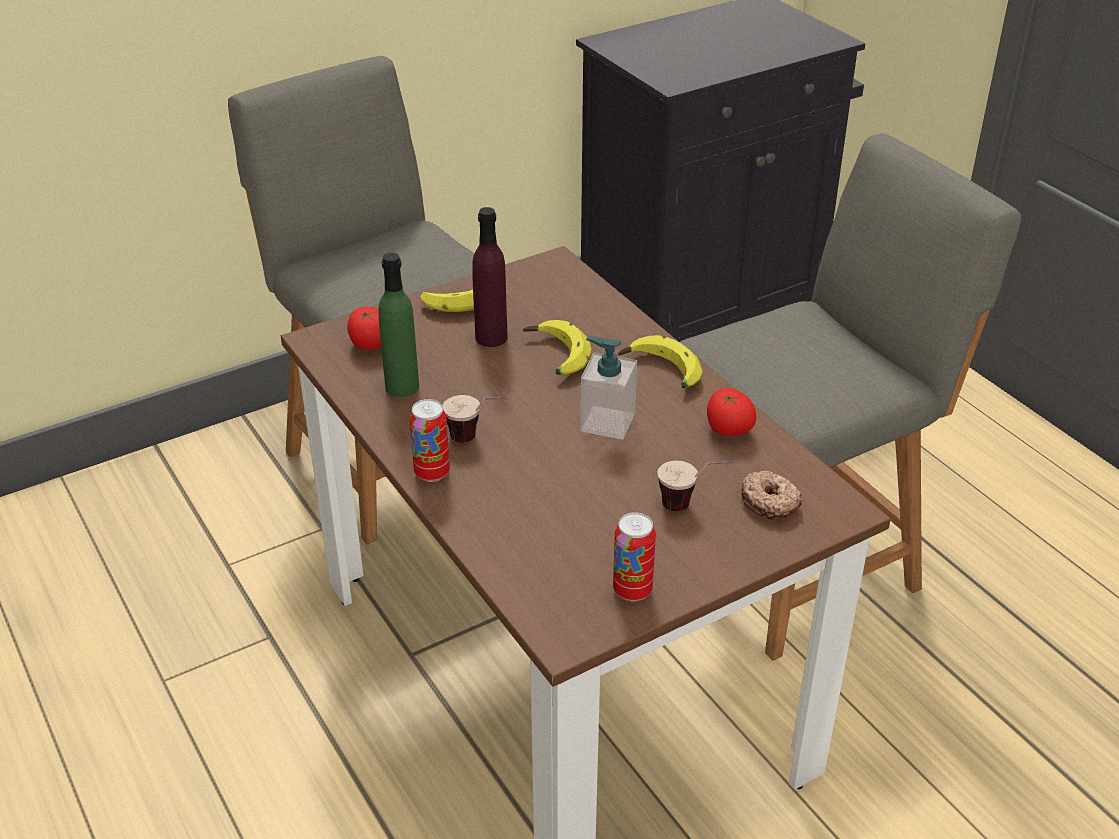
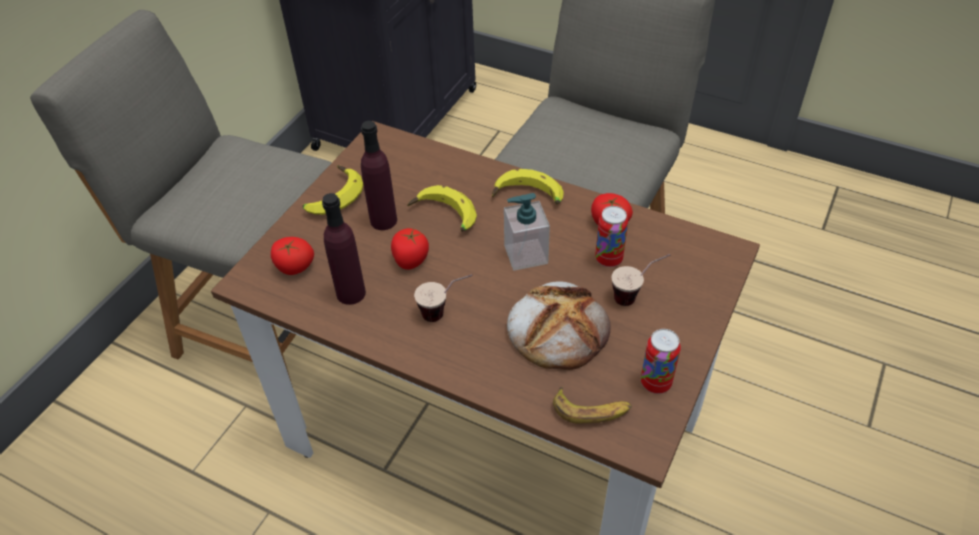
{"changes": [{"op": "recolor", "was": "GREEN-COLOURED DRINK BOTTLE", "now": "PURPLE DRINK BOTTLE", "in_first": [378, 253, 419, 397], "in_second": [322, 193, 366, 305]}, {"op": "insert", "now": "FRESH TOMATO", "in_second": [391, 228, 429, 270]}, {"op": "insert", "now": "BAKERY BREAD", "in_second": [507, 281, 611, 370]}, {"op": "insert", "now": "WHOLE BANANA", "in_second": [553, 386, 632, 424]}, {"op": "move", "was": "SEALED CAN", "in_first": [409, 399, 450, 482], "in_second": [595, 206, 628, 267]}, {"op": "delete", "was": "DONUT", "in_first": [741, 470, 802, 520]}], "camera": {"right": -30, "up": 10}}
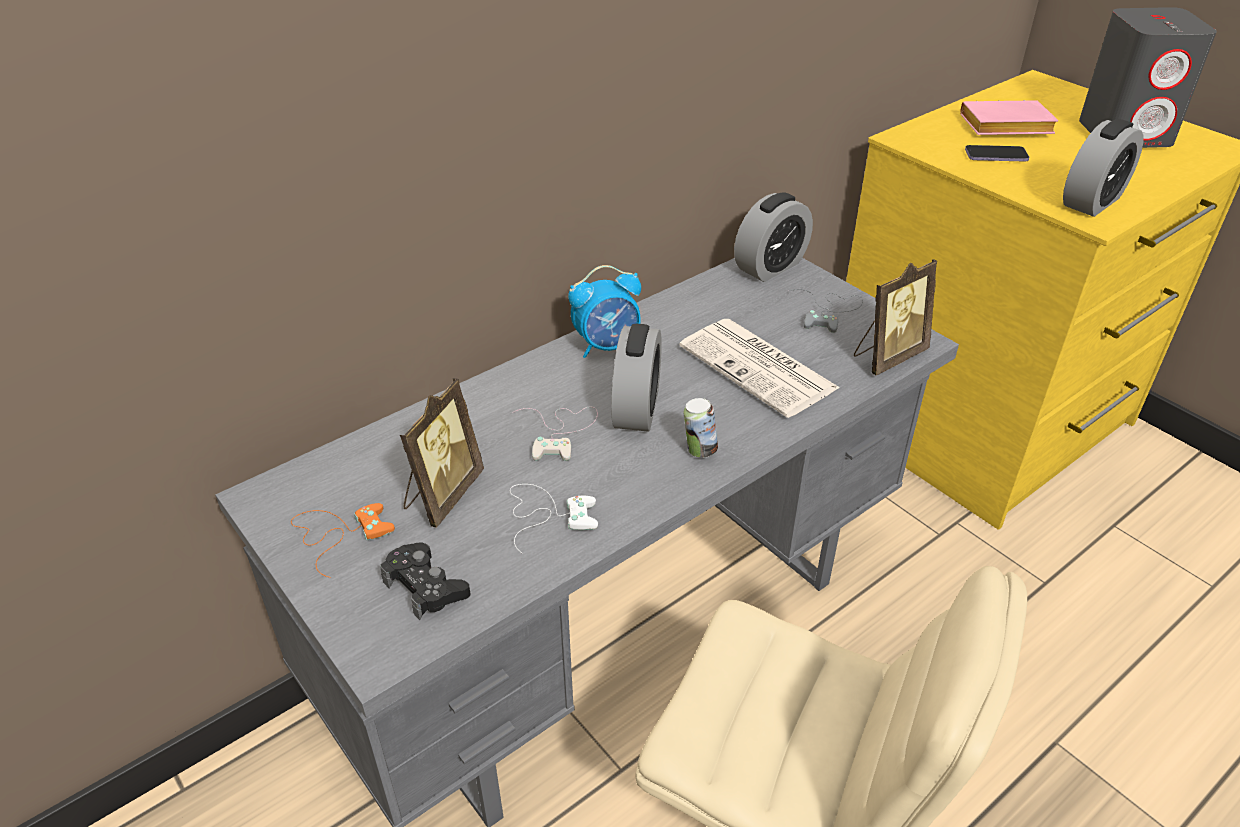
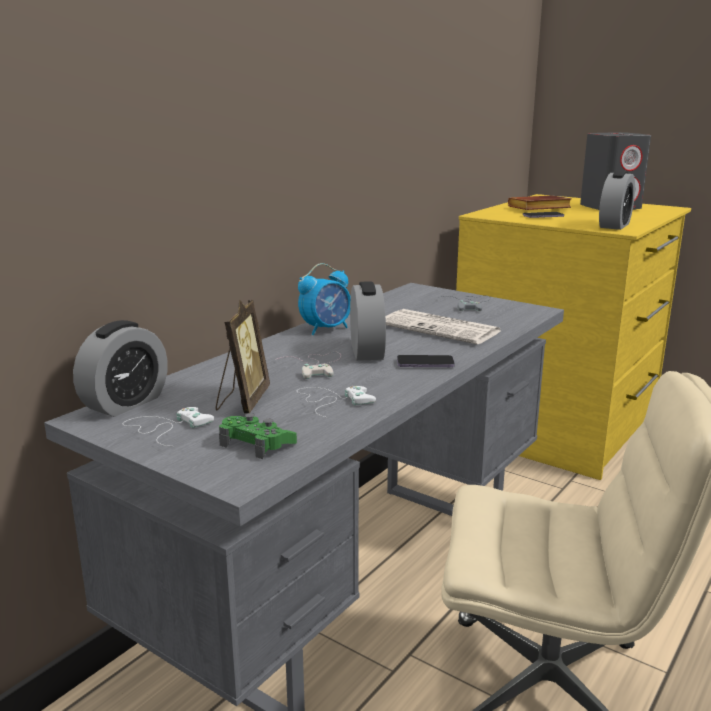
{"changes": [{"op": "move", "was": "BEDSIDE CLOCK", "in_first": [734, 192, 813, 282], "in_second": [73, 320, 168, 417]}, {"op": "recolor", "was": "ORANGE GAMEPAD", "now": "WHITE GAMEPAD", "in_first": [291, 503, 395, 578], "in_second": [123, 407, 214, 446]}, {"op": "recolor", "was": "BLACKISH GAMEPAD", "now": "GREEN-COLOURED GAMEPAD", "in_first": [380, 543, 470, 620], "in_second": [219, 413, 297, 459]}, {"op": "replace", "was": "SEALED CAN", "now": "TELEPHONE", "in_first": [683, 398, 718, 458], "in_second": [397, 355, 455, 367]}, {"op": "recolor", "was": "PINK-COLOURED BOUND BOOK", "now": "BROWN-COLOURED BOUND BOOK", "in_first": [960, 100, 1058, 135], "in_second": [508, 195, 572, 210]}, {"op": "delete", "was": "STANDING FRAME", "in_first": [854, 259, 937, 375]}], "camera": {"right": -15, "up": -20}}
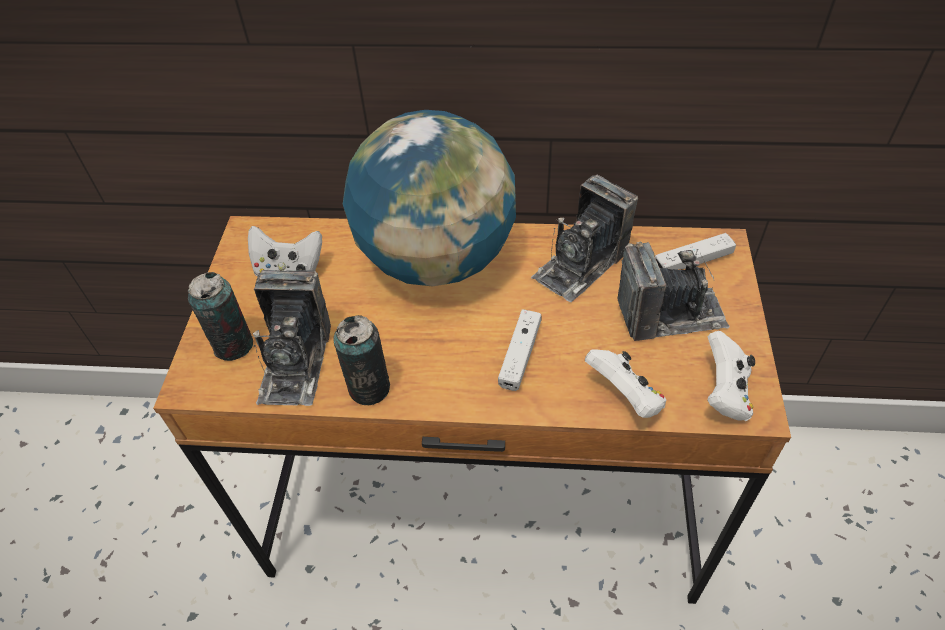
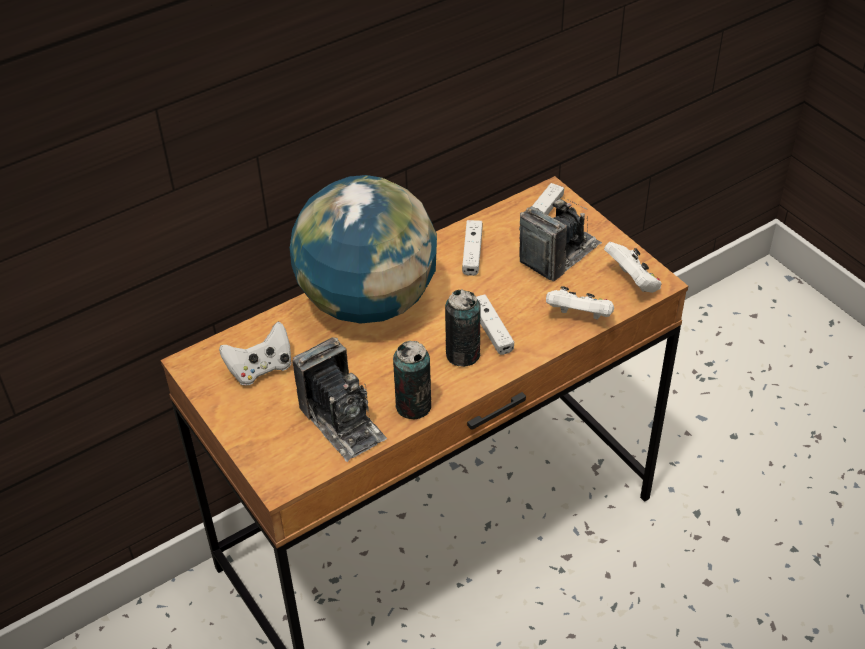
{"changes": [{"op": "move", "was": "SEALED CAN", "in_first": [188, 272, 253, 361], "in_second": [445, 289, 481, 367]}, {"op": "replace", "was": "PHOTO CAMERA", "now": "WHITE GAMEPAD", "in_first": [531, 175, 638, 302], "in_second": [462, 220, 483, 276]}], "camera": {"right": -40, "up": -5}}
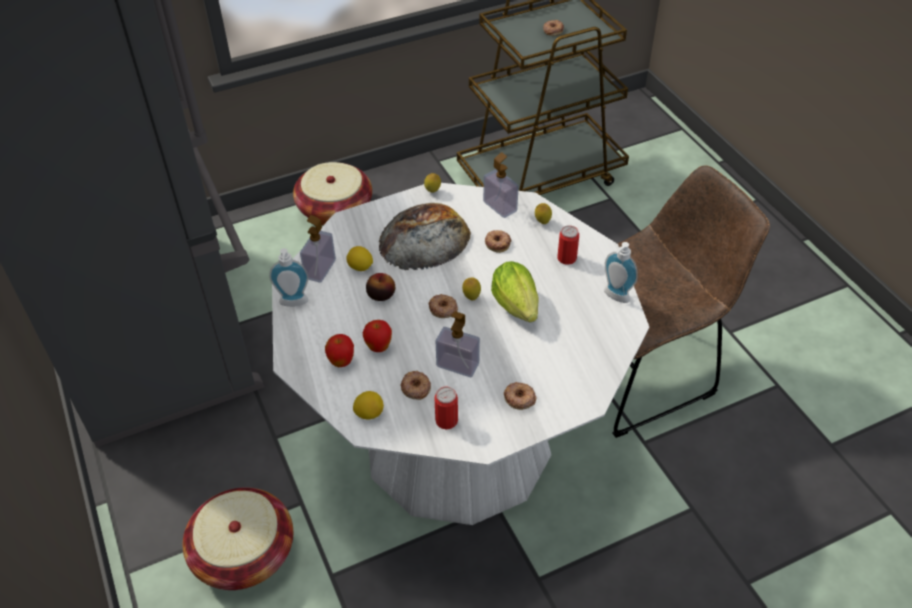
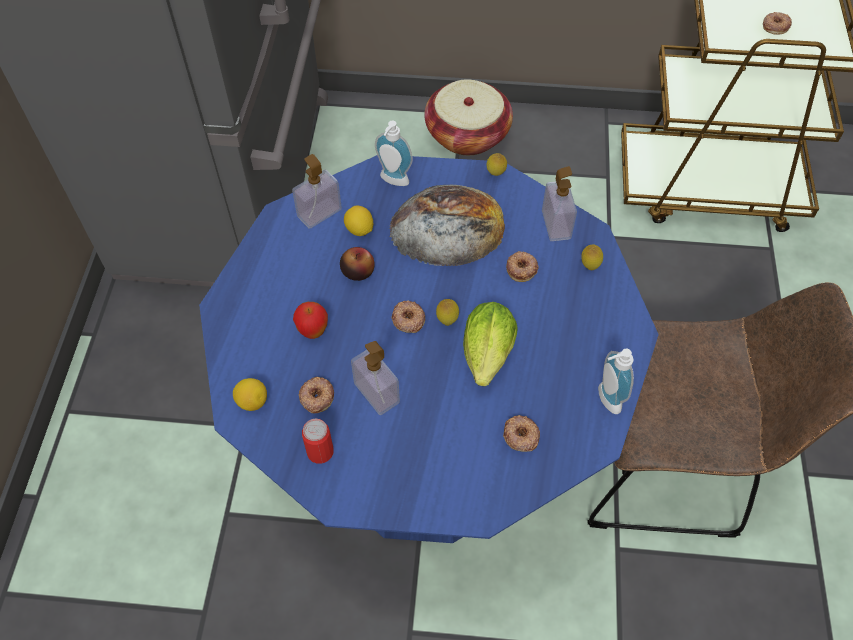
{"changes": [{"op": "recolor", "was": "WHITE DINNER TABLE", "now": "BLUISH DINNER TABLE", "in_first": [272, 183, 649, 525], "in_second": [199, 155, 659, 543]}, {"op": "move", "was": "LIQUID SOAP BOTTLE", "in_first": [269, 248, 309, 307], "in_second": [375, 121, 413, 186]}, {"op": "move", "was": "DONUT", "in_first": [504, 382, 537, 410], "in_second": [503, 415, 540, 452]}, {"op": "delete", "was": "BASKET", "in_first": [183, 487, 293, 590]}, {"op": "delete", "was": "APPLE", "in_first": [325, 334, 354, 367]}, {"op": "delete", "was": "SEALED CAN", "in_first": [557, 225, 579, 265]}], "camera": {"right": 30, "up": 10}}
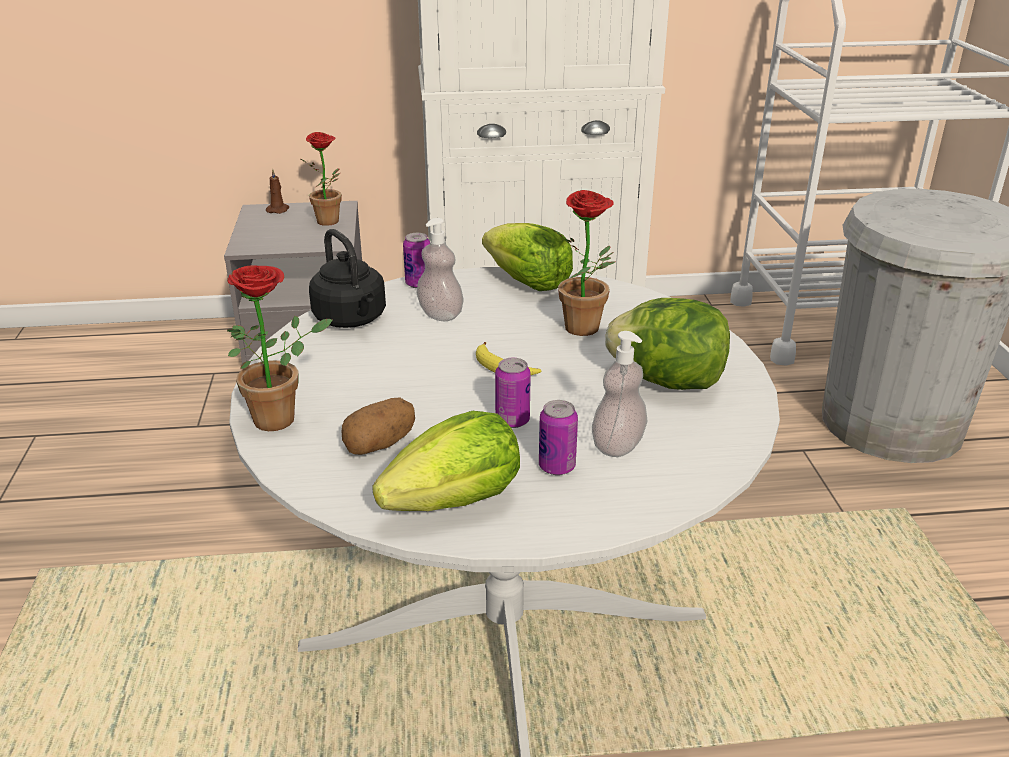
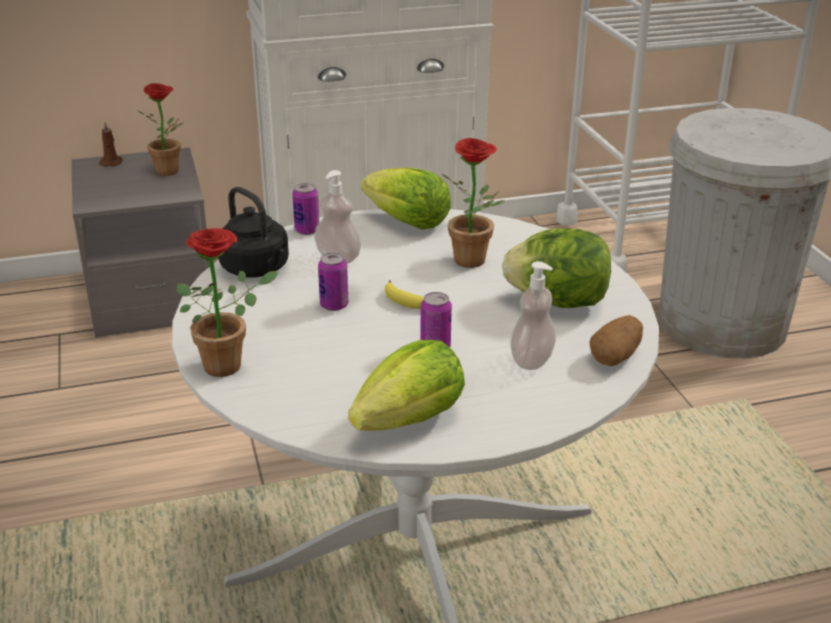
{"changes": [{"op": "move", "was": "SEALED CAN", "in_first": [539, 400, 578, 475], "in_second": [318, 253, 348, 311]}, {"op": "move", "was": "SPUD", "in_first": [342, 397, 415, 455], "in_second": [589, 315, 643, 366]}], "camera": {"right": -10, "up": 0}}
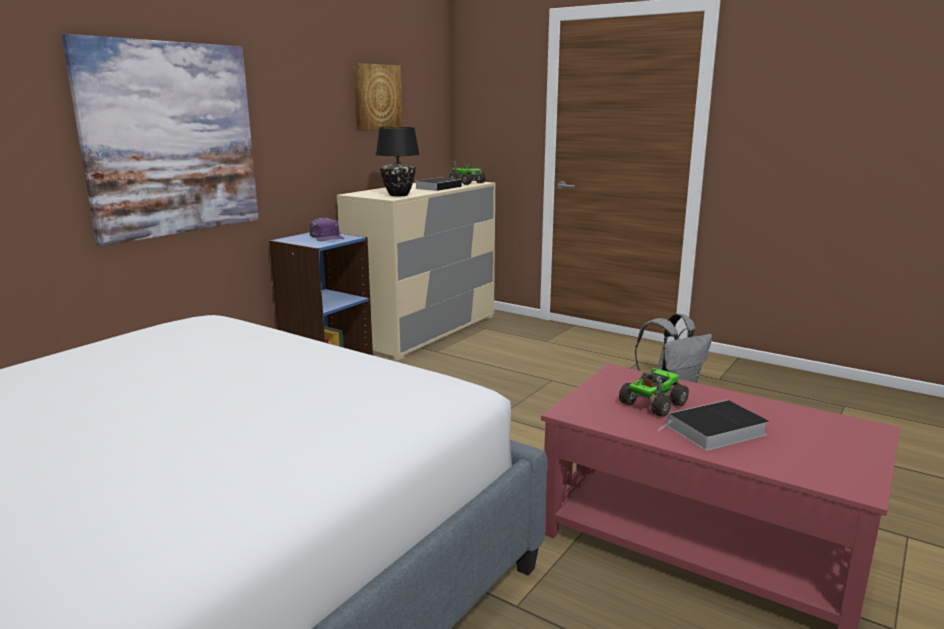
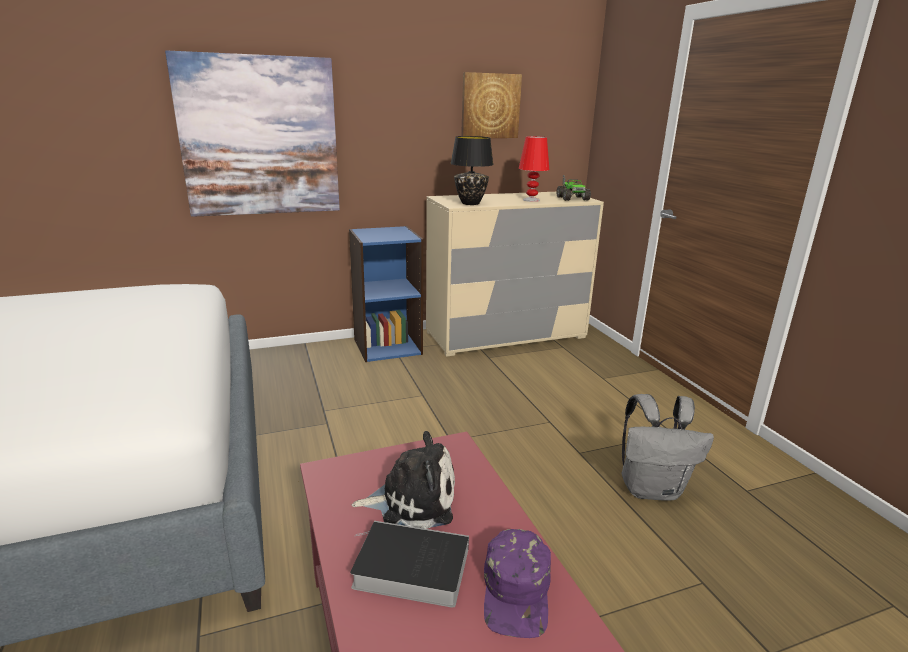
{"changes": [{"op": "replace", "was": "TOY LORRY", "now": "CUDDLY TOY", "in_first": [619, 368, 689, 417], "in_second": [352, 431, 455, 529]}, {"op": "move", "was": "PURPLE PEAKED CAP", "in_first": [309, 218, 345, 241], "in_second": [484, 529, 551, 638]}, {"op": "replace", "was": "BOUND BOOK", "now": "RED-COLOURED TABLE LAMP", "in_first": [415, 178, 462, 191], "in_second": [519, 136, 549, 202]}], "camera": {"right": 35, "up": 5}}
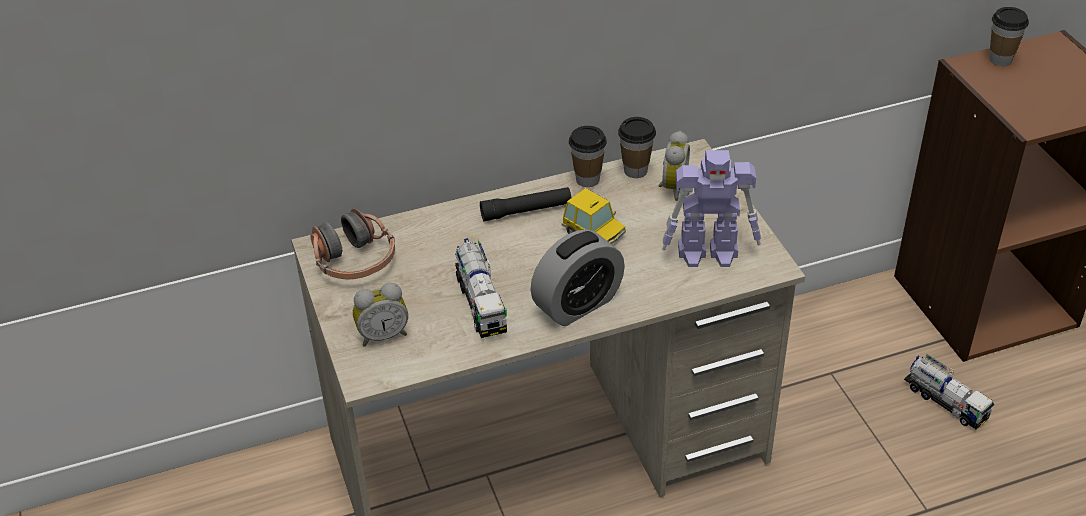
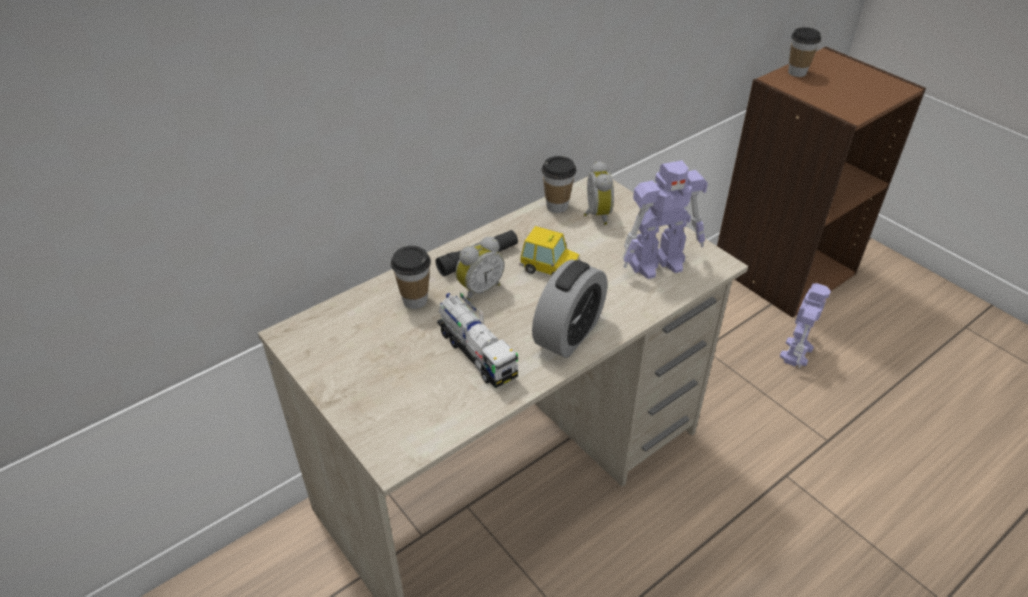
{"changes": [{"op": "move", "was": "CUP", "in_first": [569, 126, 607, 187], "in_second": [391, 246, 431, 309]}, {"op": "move", "was": "BEDSIDE CLOCK", "in_first": [353, 283, 408, 347], "in_second": [456, 237, 505, 301]}, {"op": "replace", "was": "TOY LORRY", "now": "MODEL ROBOT", "in_first": [904, 354, 995, 429], "in_second": [780, 283, 831, 368]}, {"op": "delete", "was": "HEADSET", "in_first": [311, 209, 395, 279]}], "camera": {"right": -20, "up": 0}}
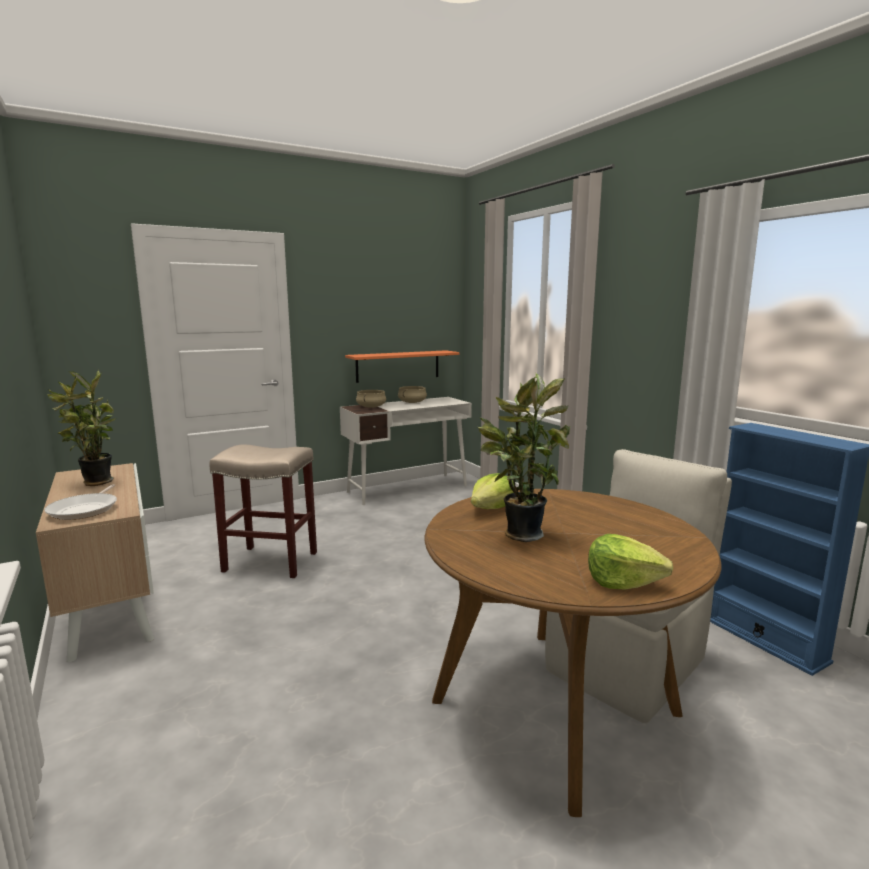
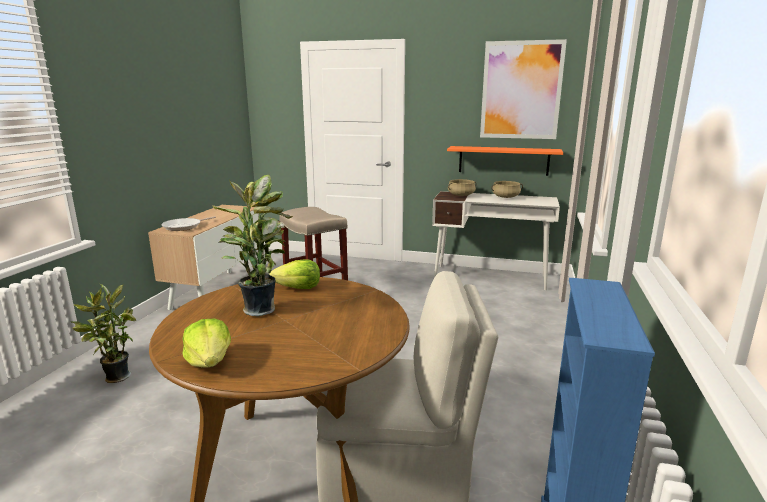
{"changes": [{"op": "move", "was": "POTTED PLANT", "in_first": [47, 370, 116, 486], "in_second": [71, 284, 136, 383]}, {"op": "insert", "now": "PICTURE", "in_second": [480, 39, 567, 139]}], "camera": {"right": 45, "up": 5}}
